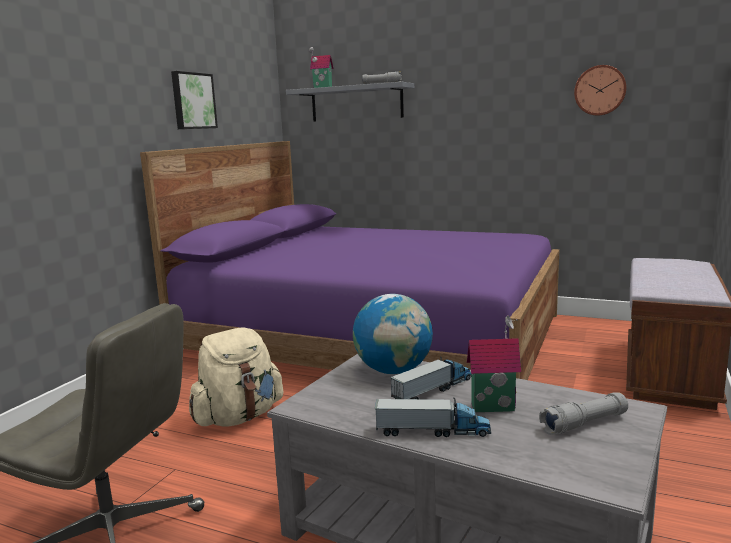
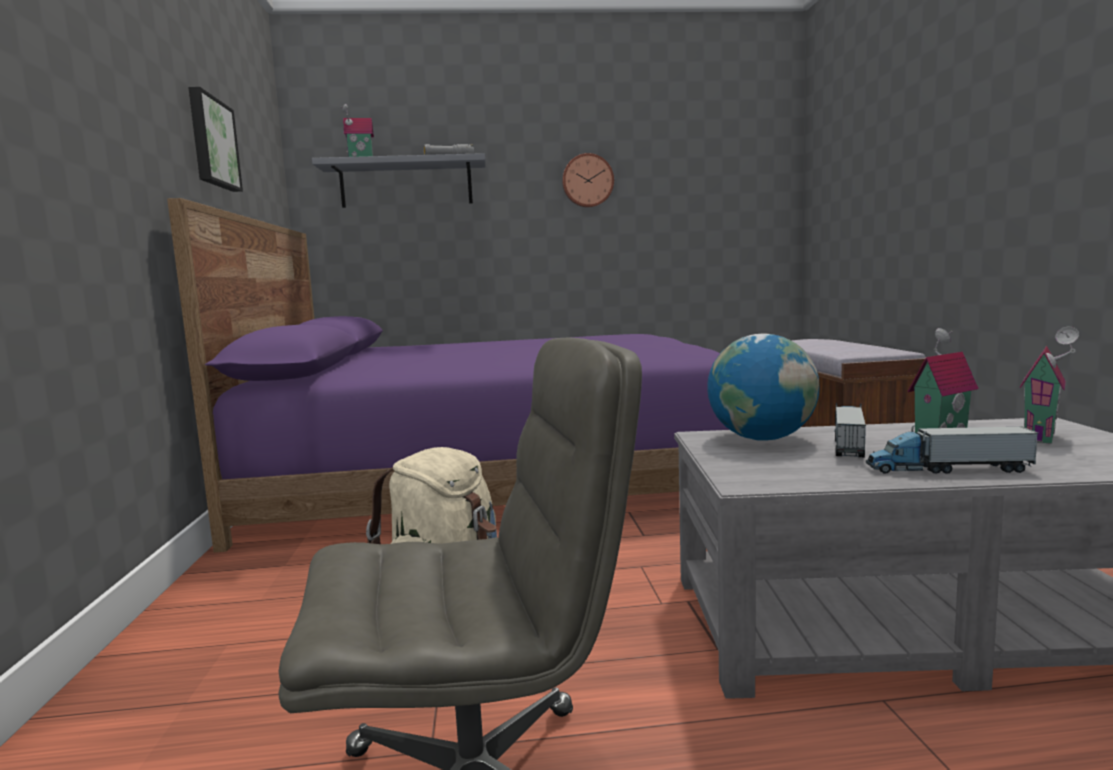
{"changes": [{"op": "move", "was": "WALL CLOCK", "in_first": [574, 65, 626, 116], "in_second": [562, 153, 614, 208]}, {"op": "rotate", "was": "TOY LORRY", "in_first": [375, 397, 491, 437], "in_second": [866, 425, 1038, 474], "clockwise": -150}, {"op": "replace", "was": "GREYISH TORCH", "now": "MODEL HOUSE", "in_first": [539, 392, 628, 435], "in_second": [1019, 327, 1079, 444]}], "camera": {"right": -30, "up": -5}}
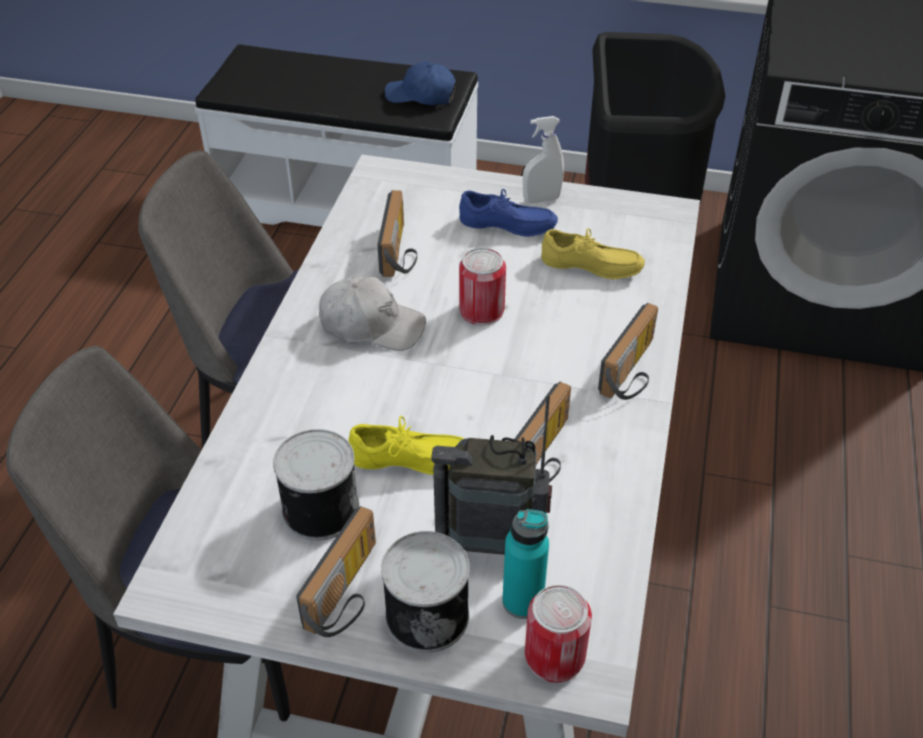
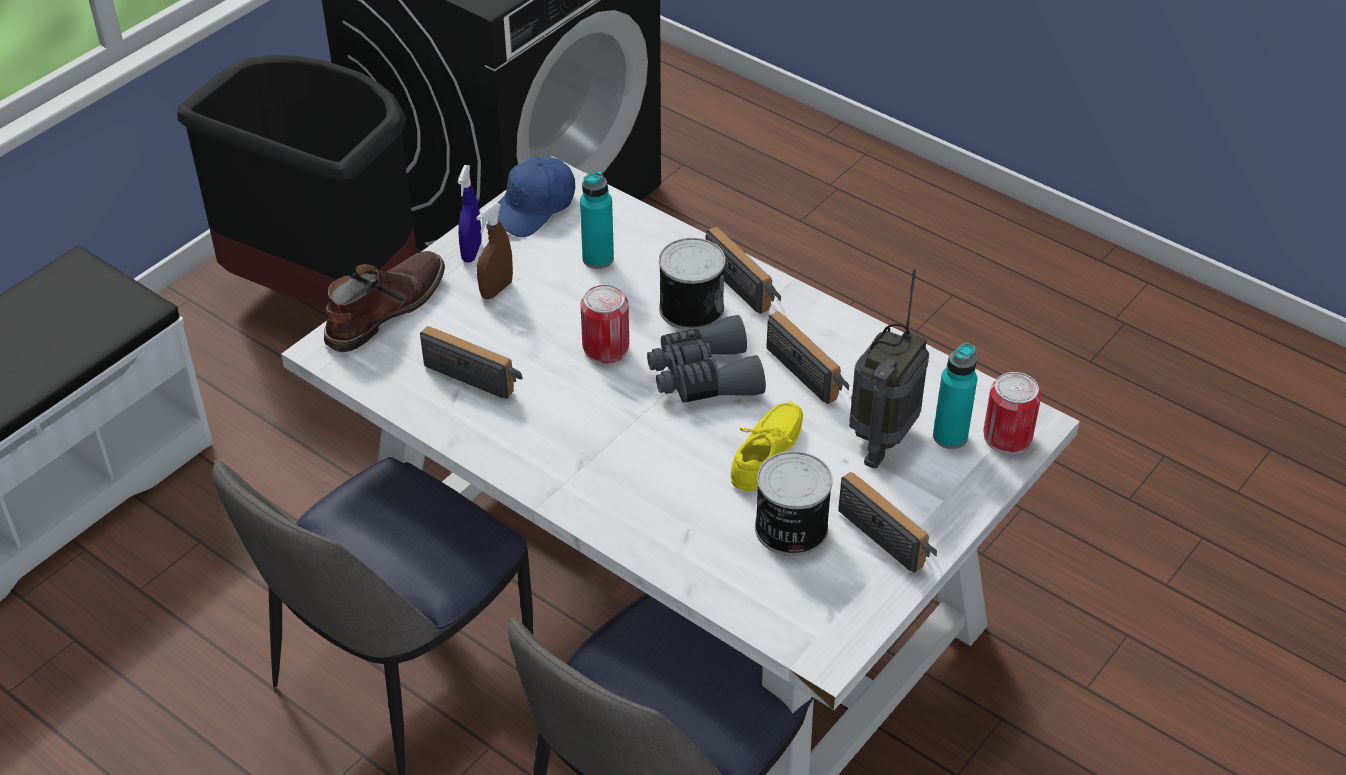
{"changes": [{"op": "insert", "now": "BROWN-COLOURED BOOT", "in_second": [324, 251, 445, 352]}, {"op": "recolor", "was": "WHITE SPRAYER", "now": "BLUISH SPRAYER", "in_first": [523, 116, 564, 204], "in_second": [458, 165, 482, 262]}, {"op": "replace", "was": "BLUISH SHOE", "now": "BROWN-COLOURED SPRAYER", "in_first": [459, 189, 558, 237], "in_second": [476, 203, 513, 299]}, {"op": "move", "was": "BLUISH PEAKED CAP", "in_first": [385, 61, 456, 105], "in_second": [497, 157, 575, 237]}, {"op": "replace", "was": "YELLOW SHOE", "now": "BLUE-GREEN DRINK BOTTLE", "in_first": [541, 228, 645, 279], "in_second": [580, 170, 614, 269]}, {"op": "insert", "now": "GREYISH FIELD GLASSES", "in_second": [647, 315, 766, 403]}, {"op": "move", "was": "SEALED CAN", "in_first": [381, 531, 470, 653], "in_second": [659, 238, 725, 330]}, {"op": "delete", "was": "WHITE PEAKED CAP", "in_first": [319, 277, 426, 351]}], "camera": {"right": -65, "up": 0}}
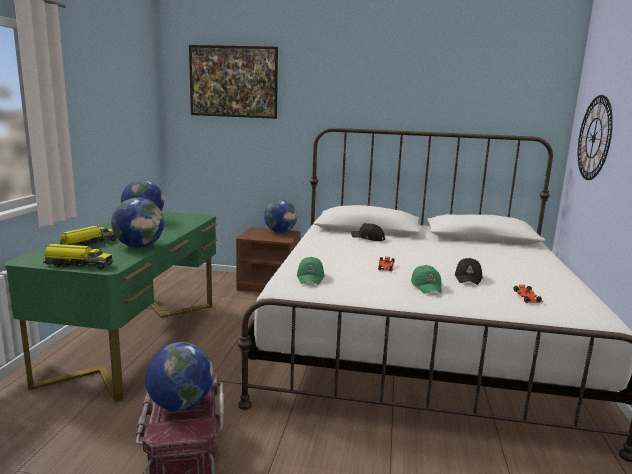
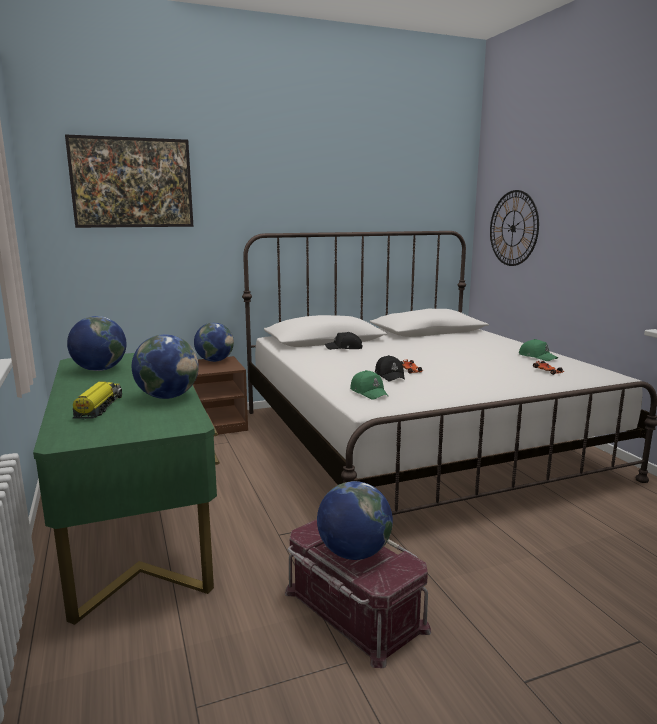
{"changes": [{"op": "move", "was": "BLACKISH PEAKED CAP", "in_first": [455, 258, 483, 285], "in_second": [375, 355, 405, 381]}, {"op": "move", "was": "GREEN-COLOURED PEAKED CAP", "in_first": [411, 265, 442, 294], "in_second": [519, 339, 558, 361]}, {"op": "delete", "was": "TOY LORRY", "in_first": [43, 244, 113, 270]}], "camera": {"right": -30, "up": 0}}
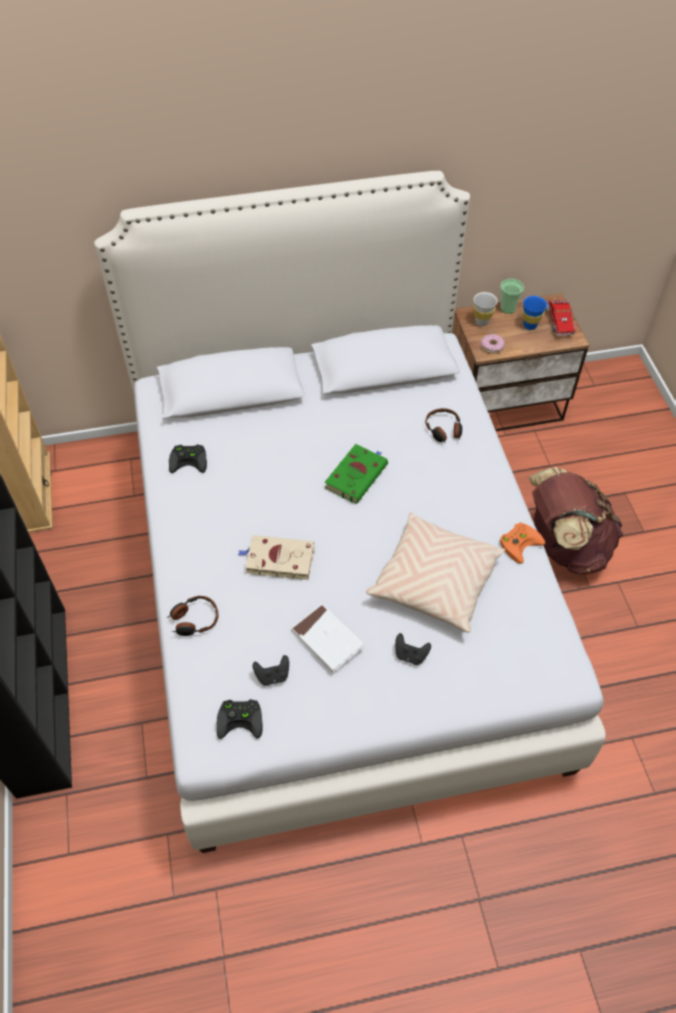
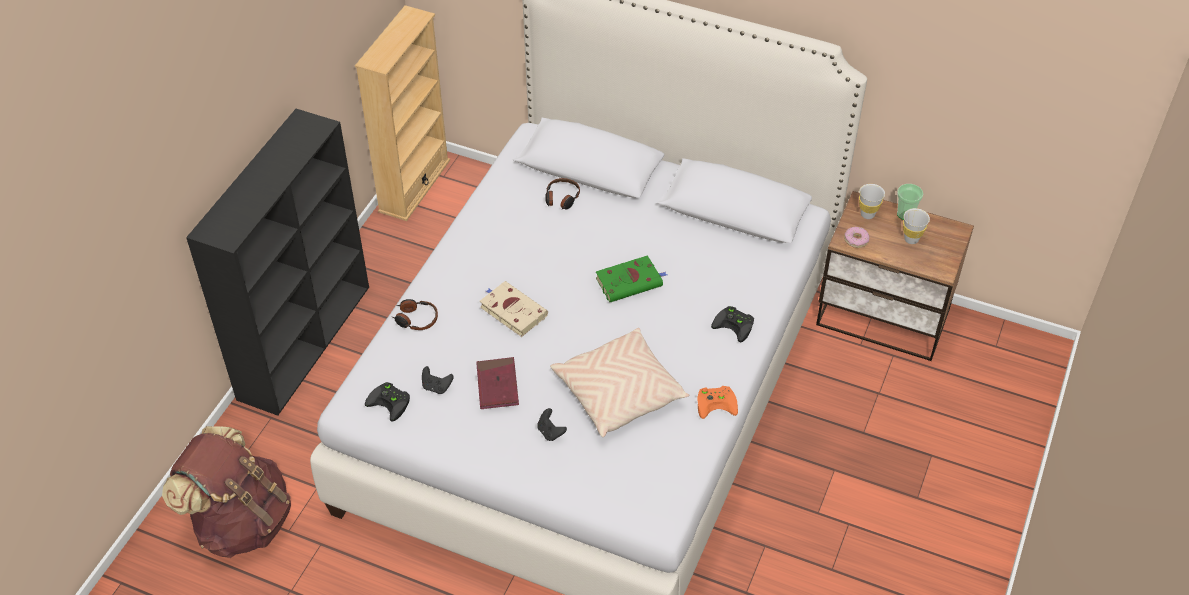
{"changes": [{"op": "move", "was": "BROWN-COLOURED RUCKSACK", "in_first": [529, 467, 624, 574], "in_second": [162, 426, 291, 558]}, {"op": "recolor", "was": "WHITE BOUND BOOK", "now": "RED-COLOURED BOUND BOOK", "in_first": [291, 604, 364, 673], "in_second": [476, 357, 519, 409]}, {"op": "move", "was": "HEADSET", "in_first": [426, 408, 462, 443], "in_second": [545, 178, 580, 210]}, {"op": "move", "was": "BLACKISH GAMEPAD", "in_first": [169, 444, 207, 473], "in_second": [711, 306, 754, 342]}, {"op": "recolor", "was": "BLUISH CUP", "now": "WHITE CUP", "in_first": [522, 296, 547, 330], "in_second": [903, 208, 930, 244]}, {"op": "delete", "was": "TOY LORRY", "in_first": [545, 297, 575, 336]}], "camera": {"right": 35, "up": -5}}
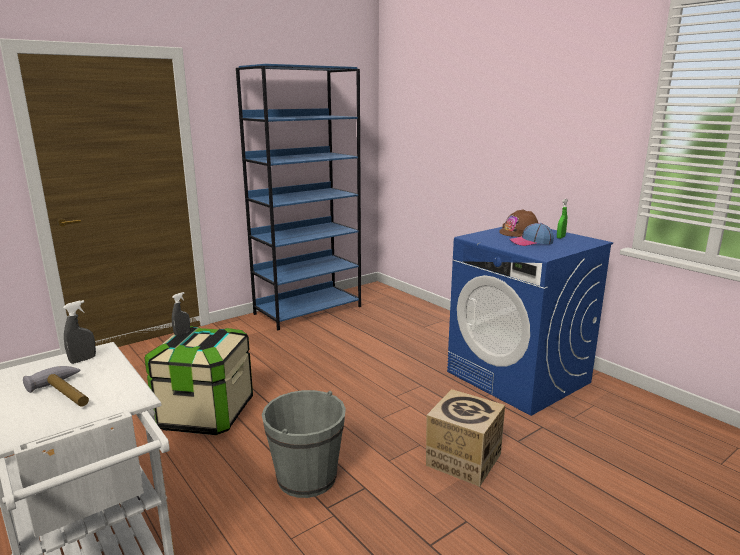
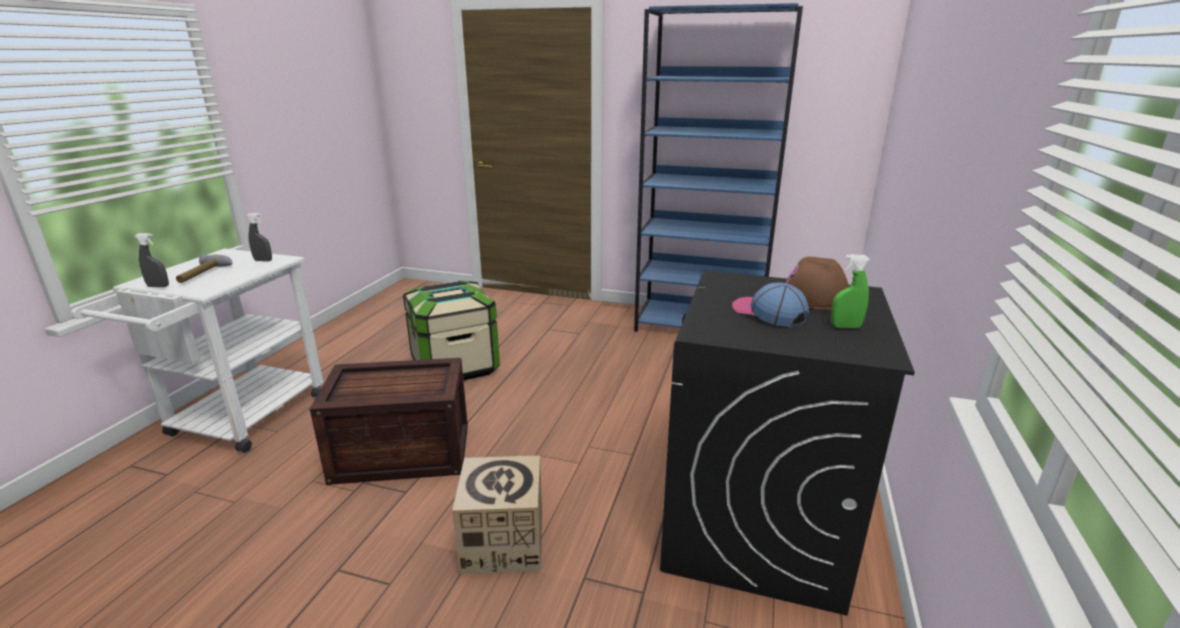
{"changes": [{"op": "move", "was": "GREYISH SPRAYER", "in_first": [172, 292, 190, 336], "in_second": [135, 233, 169, 288]}, {"op": "replace", "was": "GREYISH PAIL", "now": "CRATE", "in_first": [262, 390, 346, 498], "in_second": [310, 358, 468, 485]}, {"op": "recolor", "was": "BLUISH WASHING MACHINE", "now": "BLACKISH WASHING MACHINE", "in_first": [447, 227, 613, 416], "in_second": [660, 271, 915, 616]}], "camera": {"right": 55, "up": 5}}
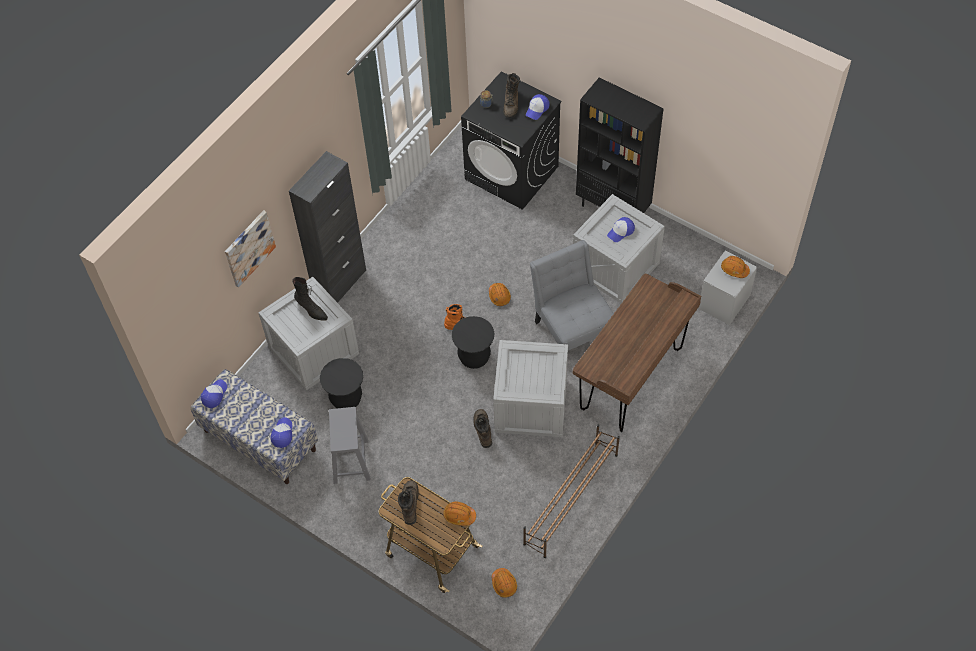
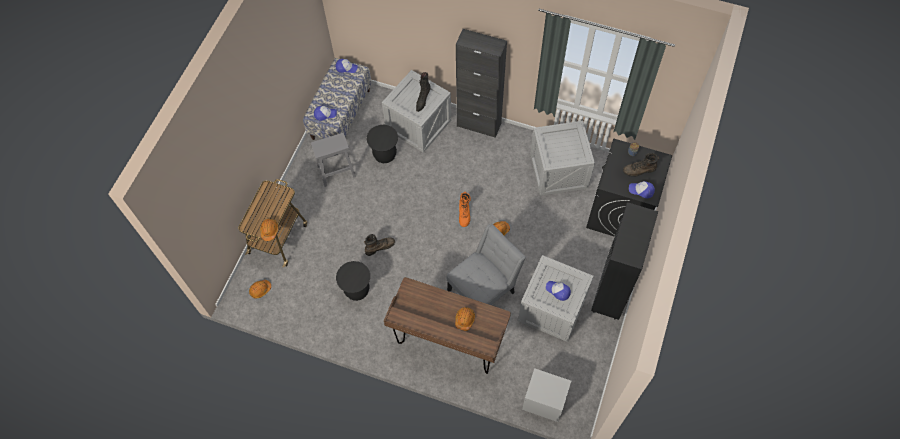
{"changes": [{"op": "move", "was": "BLACKISH STOOL", "in_first": [452, 316, 494, 369], "in_second": [336, 261, 370, 301]}, {"op": "move", "was": "ORANGE WORK HELMET", "in_first": [721, 256, 750, 278], "in_second": [455, 307, 475, 331]}, {"op": "move", "was": "CRATE", "in_first": [493, 340, 568, 437], "in_second": [530, 121, 595, 196]}, {"op": "delete", "was": "PICTURE", "in_first": [225, 210, 276, 287]}, {"op": "delete", "was": "BROWN-COLOURED BOOT", "in_first": [398, 480, 419, 525]}, {"op": "delete", "was": "BROWN-COLOURED SHOE STAND", "in_first": [523, 424, 620, 558]}], "camera": {"right": 75, "up": 5}}
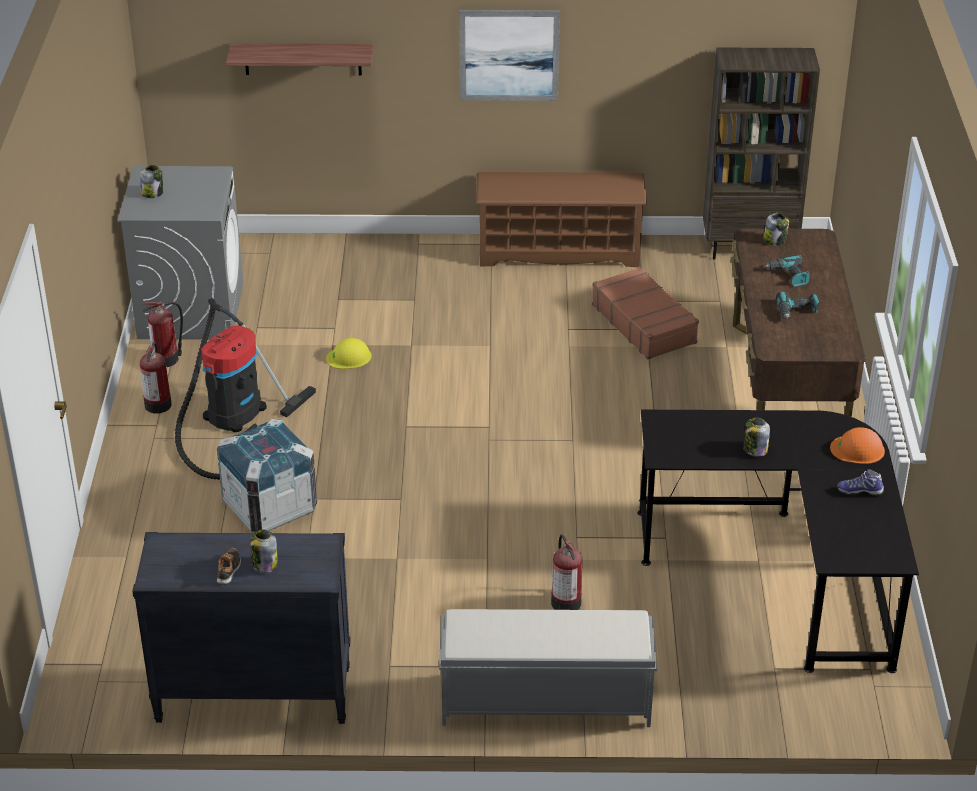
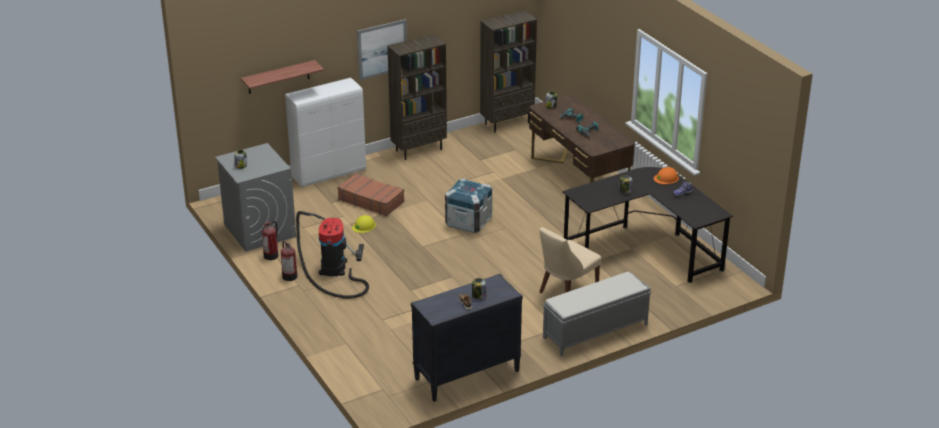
{"changes": [{"op": "insert", "now": "WHITE STORAGE CABINET", "in_second": [285, 78, 366, 187]}, {"op": "move", "was": "BROWN-COLOURED TRAVEL CASE", "in_first": [592, 267, 699, 359], "in_second": [337, 173, 404, 216]}, {"op": "replace", "was": "BROWN-COLOURED SHOE STAND", "now": "BROWN-COLOURED SHELVING UNIT", "in_first": [476, 172, 647, 267], "in_second": [387, 34, 447, 160]}, {"op": "move", "was": "CRATE", "in_first": [217, 419, 317, 532], "in_second": [445, 179, 492, 233]}, {"op": "replace", "was": "FIRE-FIGHTING CYLINDER", "now": "BEIGE-COLOURED CHAIR", "in_first": [551, 534, 582, 610], "in_second": [539, 227, 601, 293]}], "camera": {"right": -30, "up": -5}}
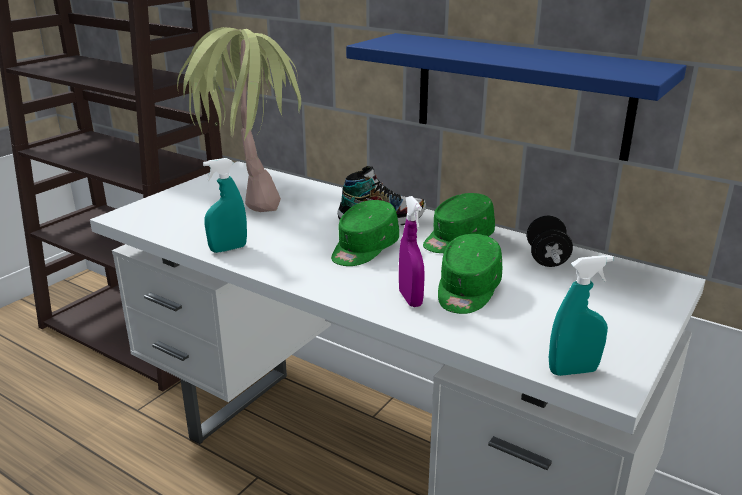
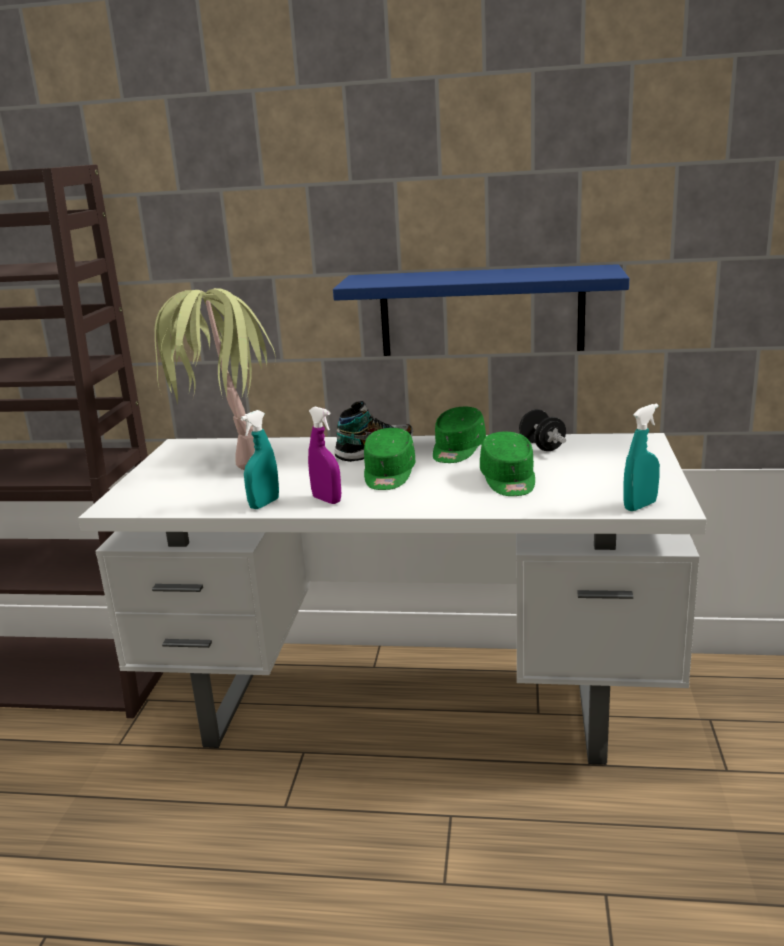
{"changes": [{"op": "move", "was": "PURPLE SPRAYER", "in_first": [399, 196, 425, 307], "in_second": [308, 407, 341, 504]}], "camera": {"right": -25, "up": -5}}
